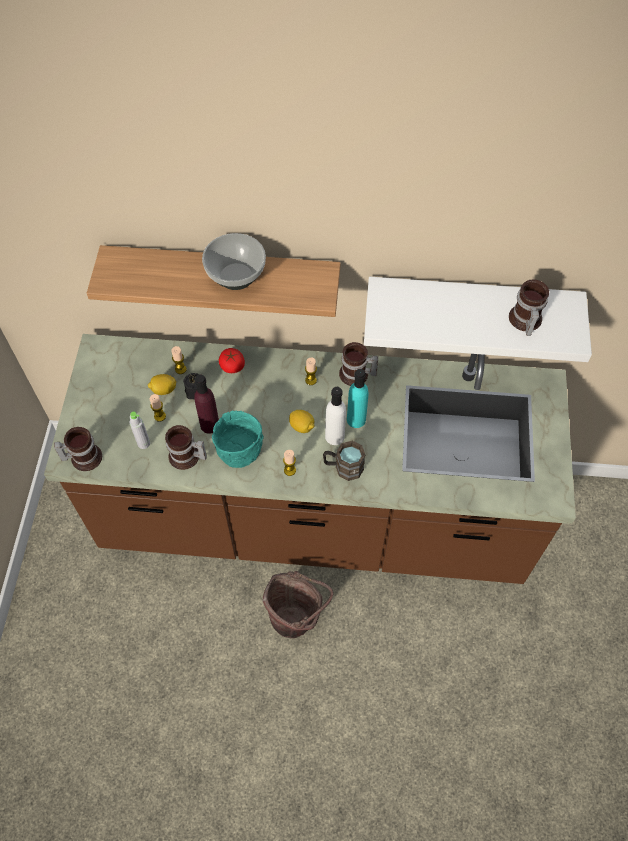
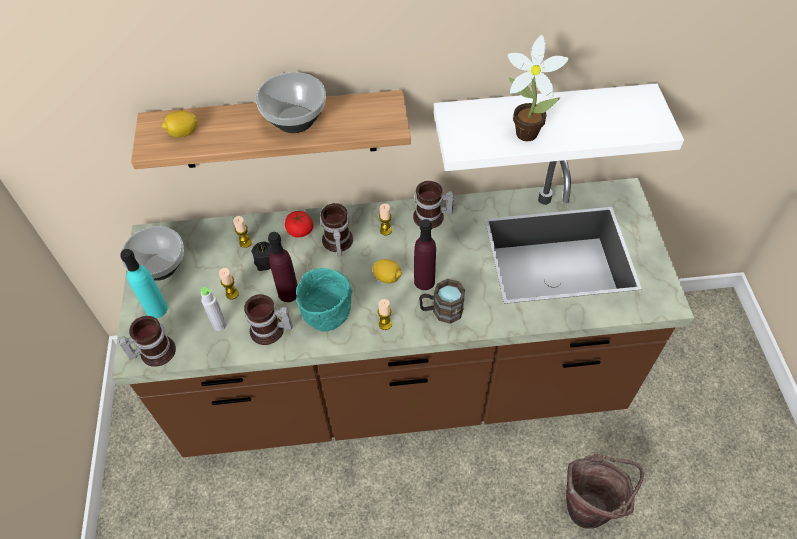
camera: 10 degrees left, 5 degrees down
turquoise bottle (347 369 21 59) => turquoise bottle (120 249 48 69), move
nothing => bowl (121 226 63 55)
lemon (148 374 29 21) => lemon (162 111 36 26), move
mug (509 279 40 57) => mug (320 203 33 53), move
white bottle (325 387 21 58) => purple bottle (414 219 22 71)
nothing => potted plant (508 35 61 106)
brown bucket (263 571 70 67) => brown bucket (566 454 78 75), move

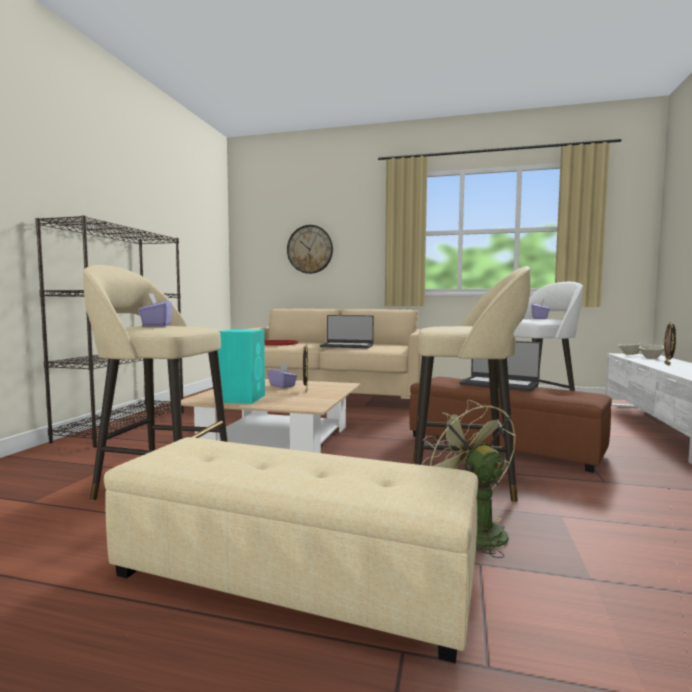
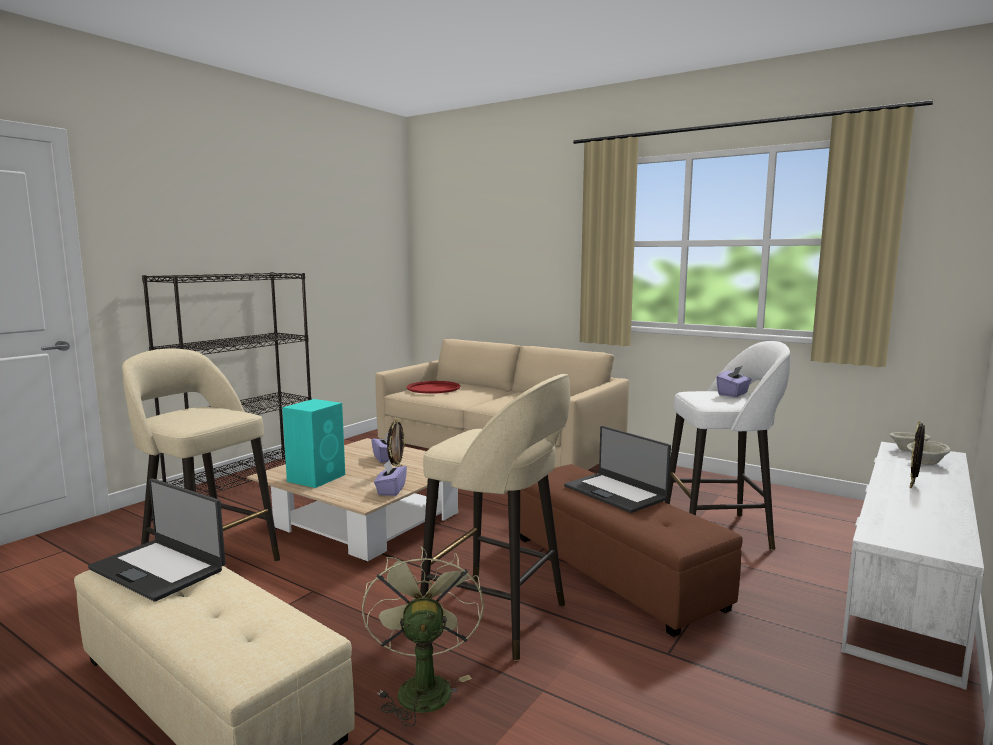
camera: 20 degrees right, 5 degrees up
laptop (320 315 54 33) => laptop (88 478 138 123), move
purple tissue box (138 293 35 34) => purple tissue box (374 459 33 37), move
wall clock (287 225 46 49) => nothing

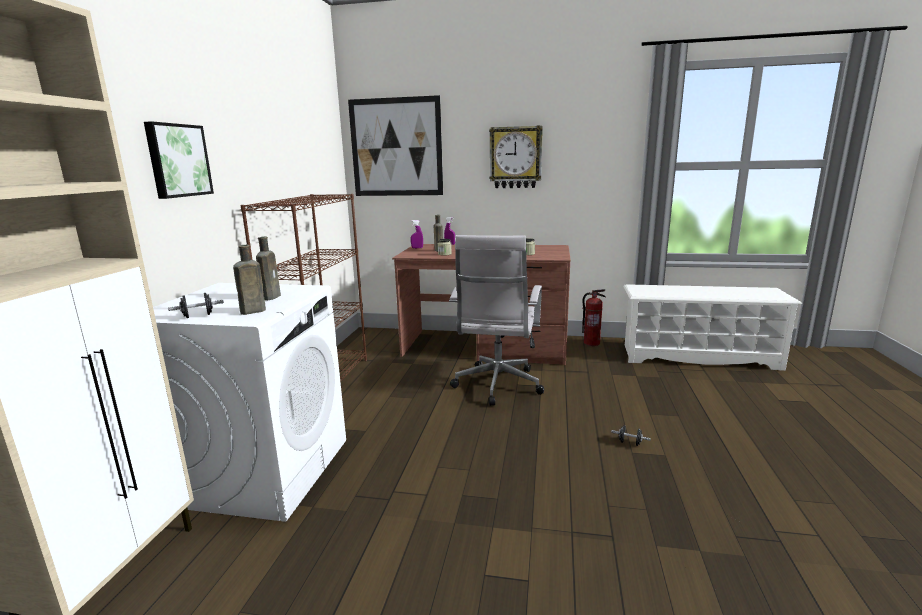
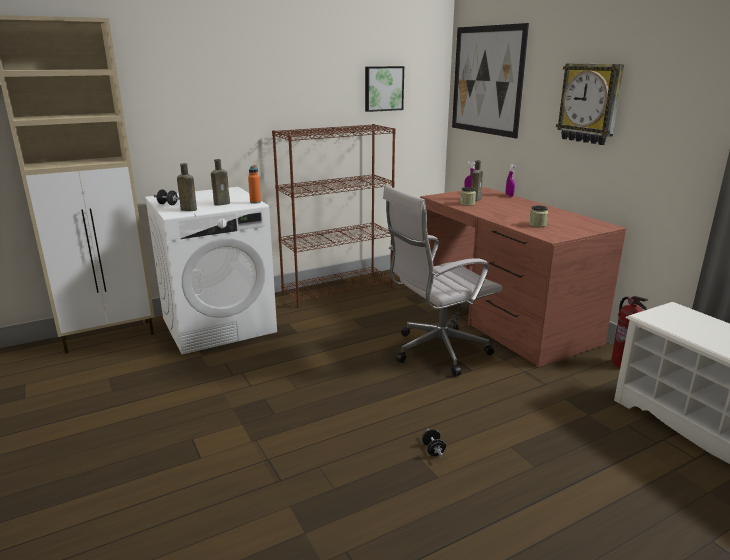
camera: 50 degrees right, 5 degrees up
nothing => orange bottle (248 165 13 39)
picture (144 121 70 78) => picture (365 66 39 46), move

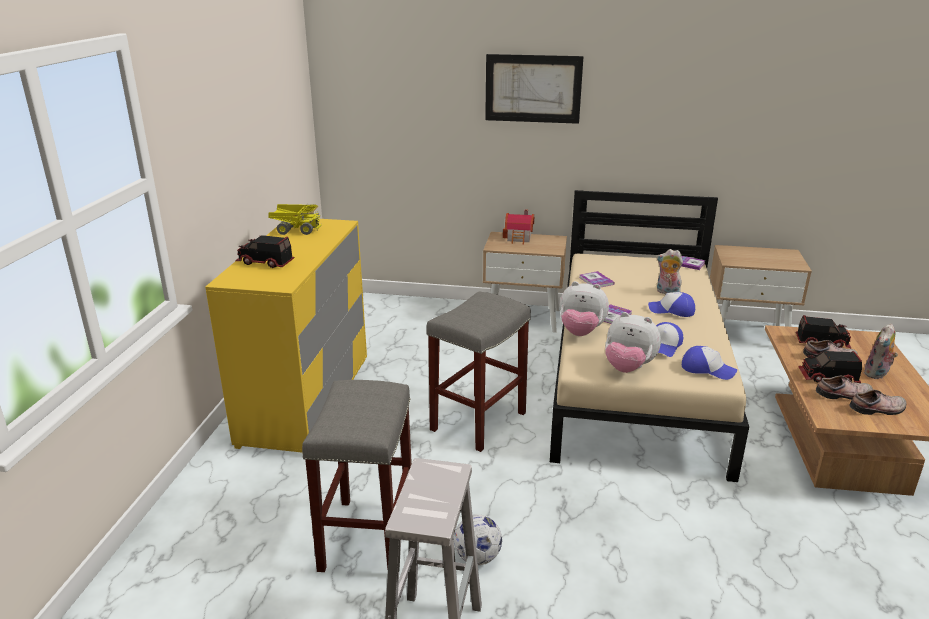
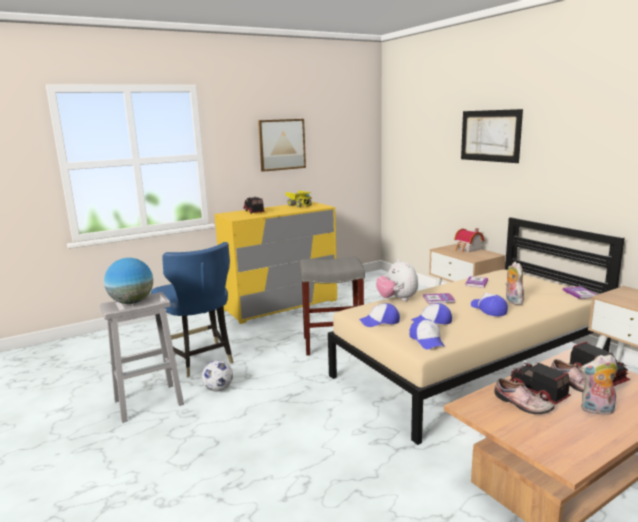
camera: 50 degrees right, 10 degrees down
nothing => globe (104 258 49 46)
grey stool (302 380 110 192) => blue chair (151 242 83 135)
nothing => picture (258 119 48 53)
plush toy (605 312 56 61) => cap (359 303 41 24)
shoe (849 390 57 25) => nothing

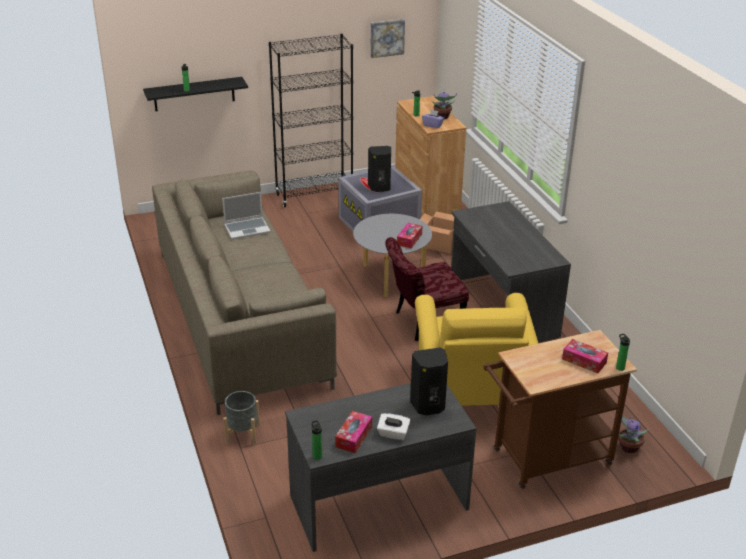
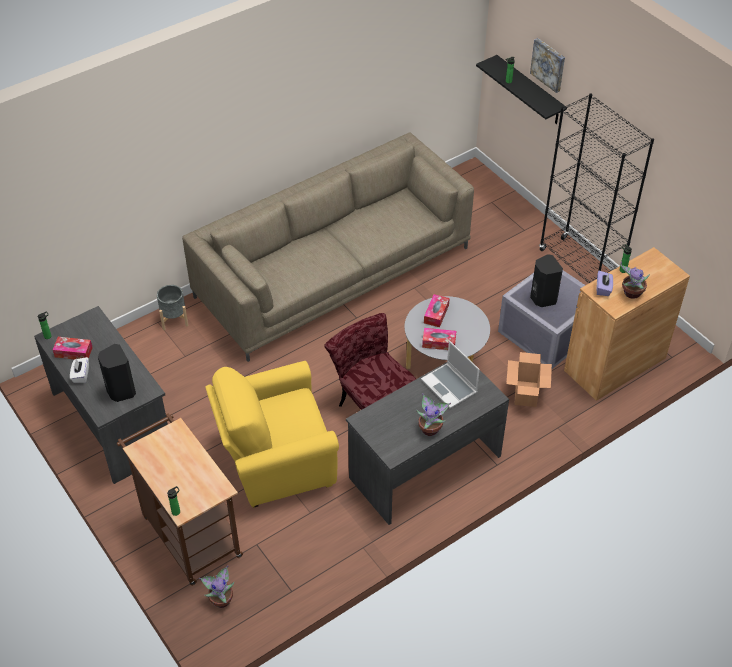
camera: 75 degrees right, 15 degrees up
nothing => potted plant (416 393 35 43)
laptop (222 192 49 48) => laptop (421 341 59 67), move
tissue box (562 339 46 35) => tissue box (424 294 26 33), move
picture (370 19 35 39) => picture (530 38 35 55), move

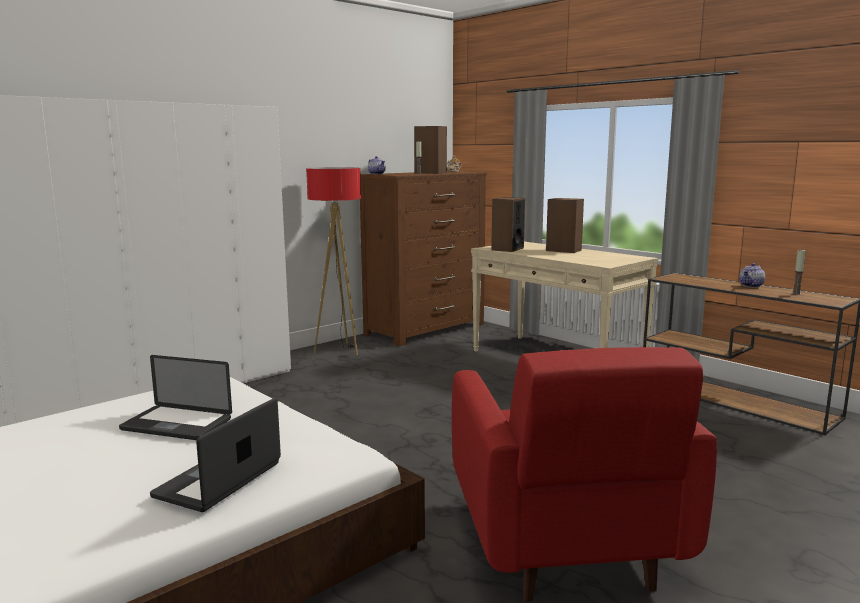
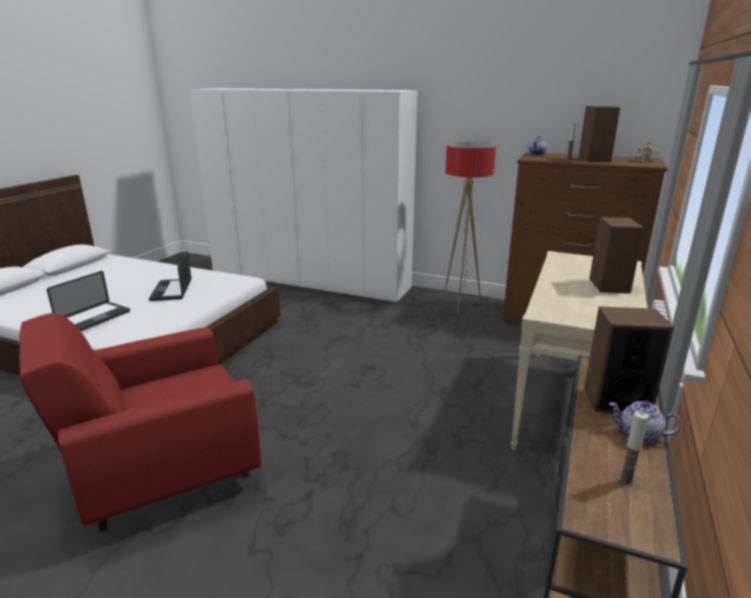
camera: 65 degrees right, 10 degrees up
laptop (150 397 131 115) => laptop (47 271 83 60), 120 degrees clockwise
speaker (491 197 34 55) => speaker (584 306 90 107), move

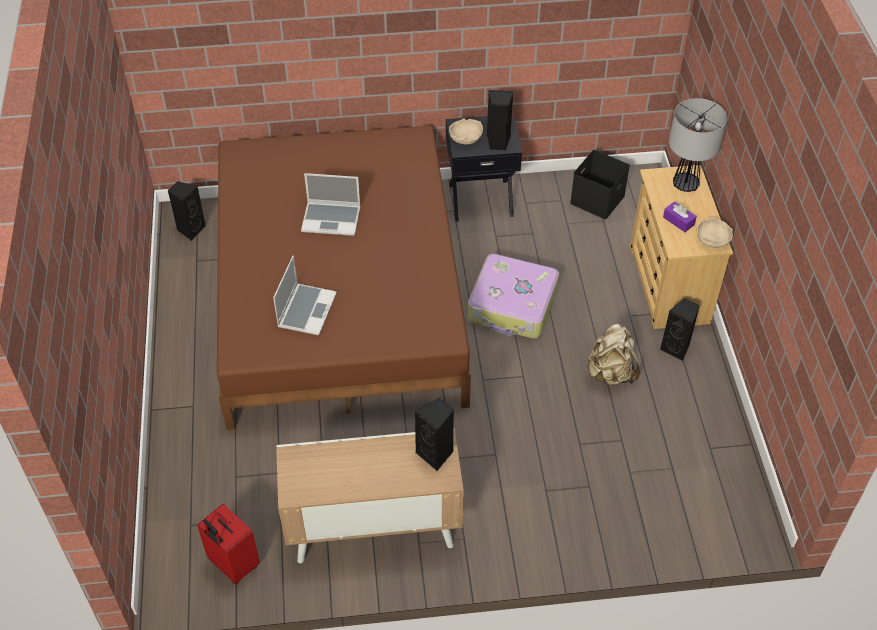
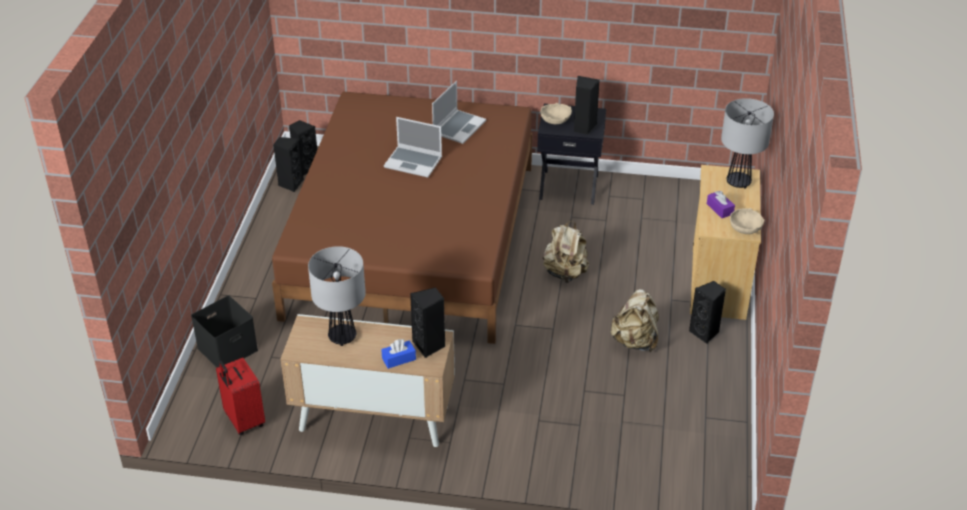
camera: 15 degrees right, 10 degrees down
black storage box (570 150 60 69) => black storage box (191 296 67 71), move
nothing => black speaker (273 137 31 55)
nothing => table lamp (308 246 58 100)
nothing => blue tissue box (381 339 35 30)
laptop (273 255 64 80) => laptop (432 81 54 63), move
suitcase (467 254 92 85) => beige backpack (543 221 46 62)

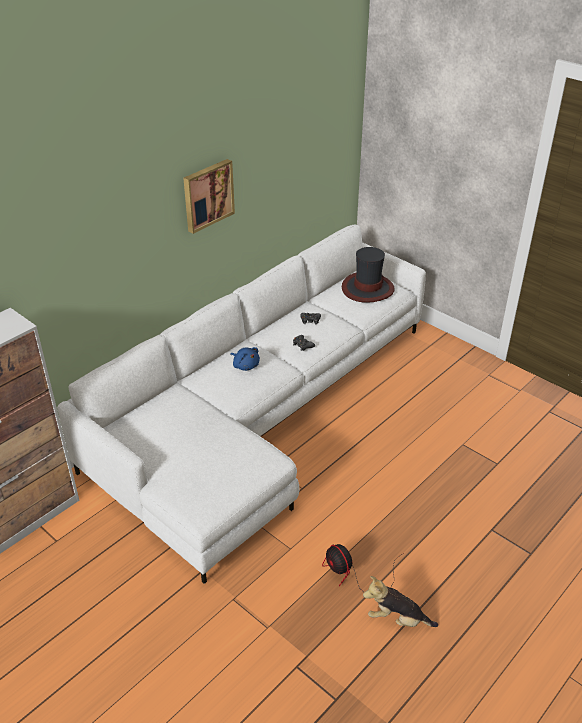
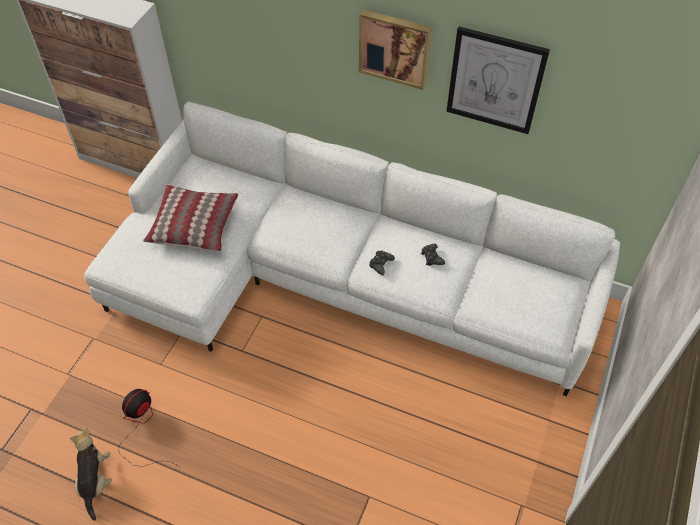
camera: 70 degrees right, 15 degrees up
nothing => pillow (143 185 95 66)
nothing => picture (446 27 104 107)
blue plush toy (230 347 30 24) => nothing
hat (342 247 53 56) => nothing

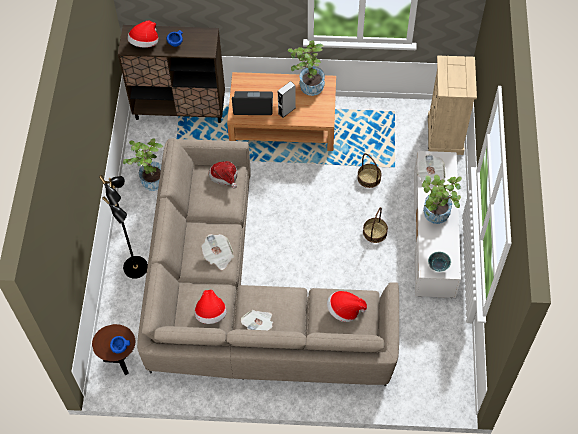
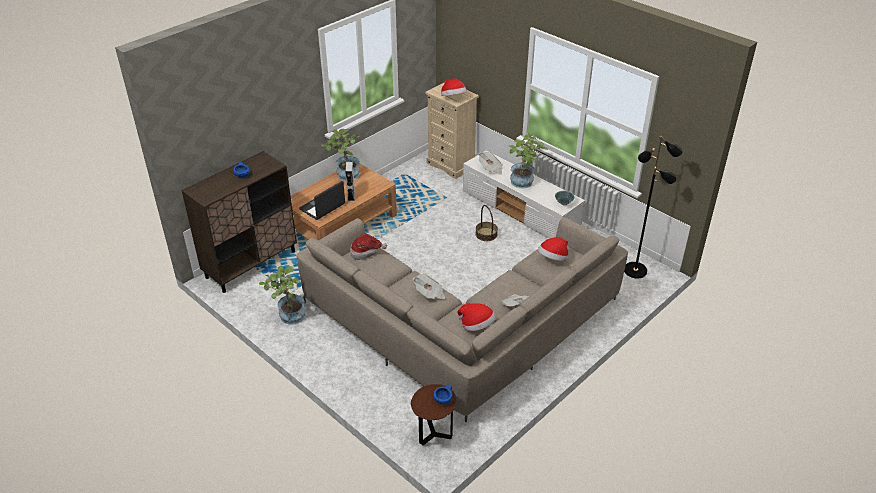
camera: 50 degrees left, 20 degrees down
hat (127 20 31 28) => hat (441 78 26 18), move
black floor lamp (99 175 49 104) => black floor lamp (624 135 59 143), move
basket (357 153 25 35) => nothing

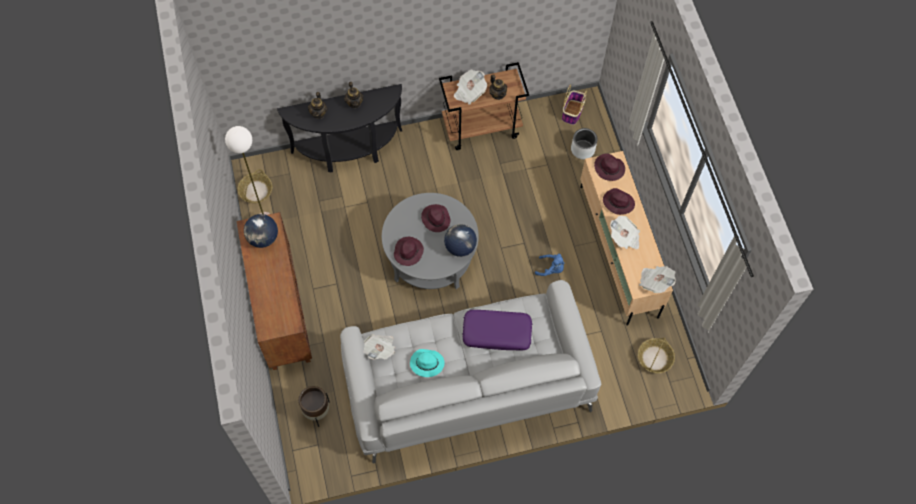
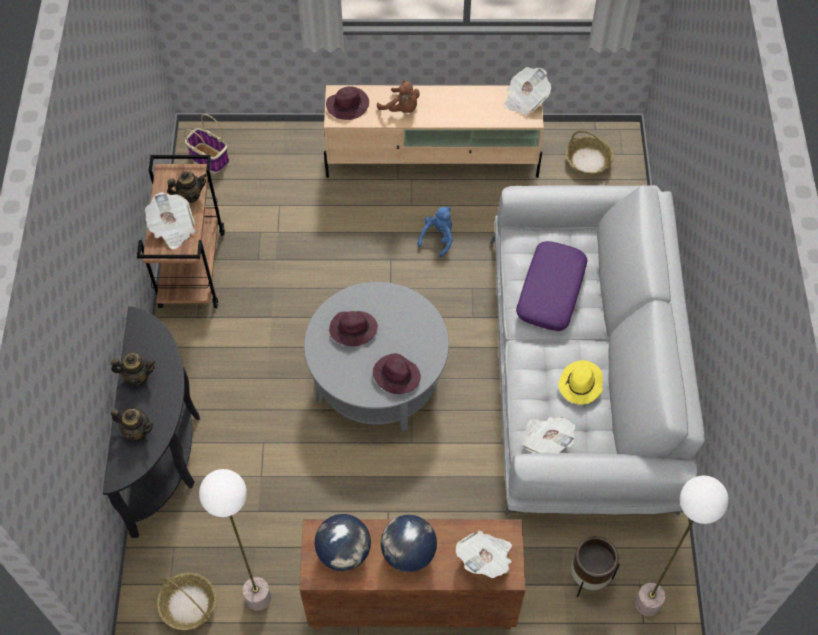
camera: 75 degrees left, 5 degrees down
purple hat (603 188 32 27) => brown plush toy (377 80 43 33)
globe (444 224 33 33) => globe (381 515 56 57), move
newspaper (610 216 30 33) => newspaper (456 531 56 47), move
turquoise hat (410 349 35 28) => yellow hat (558 360 45 45)
nothing => floor lamp (635 476 94 140)
grey planter (571 128 26 31) => nothing

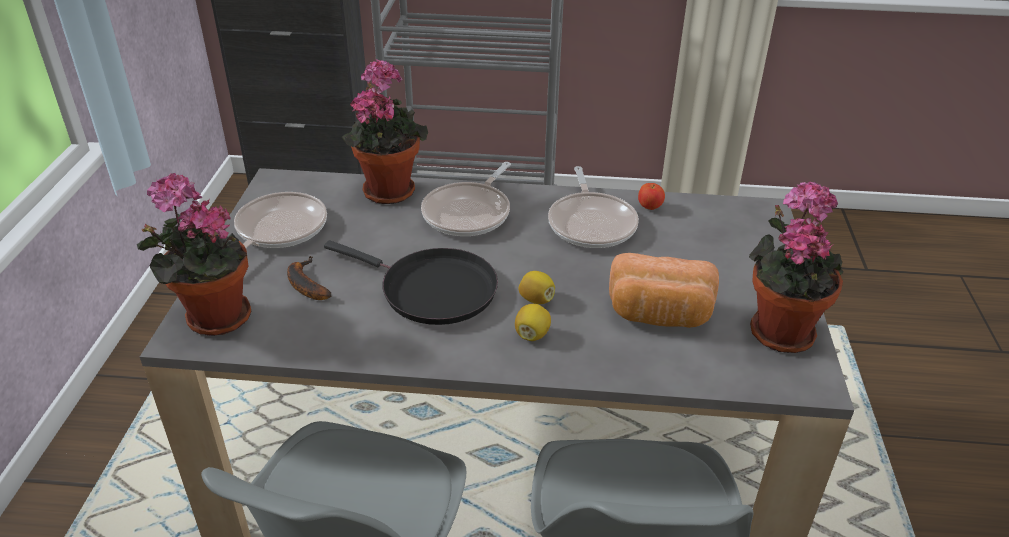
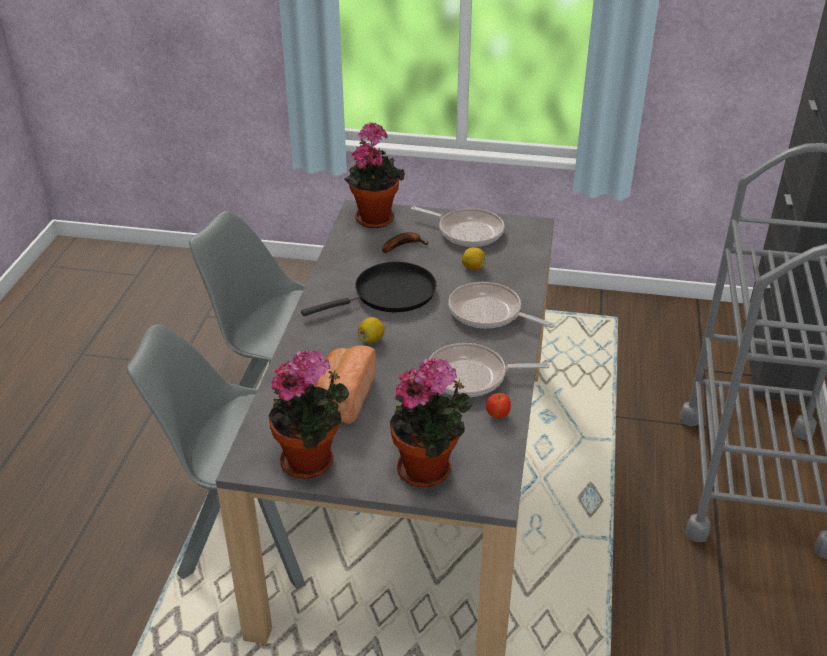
camera: 95 degrees right, 0 degrees up
black frying pan (324 240 174 85) => black frying pan (301 262 136 54), 150 degrees counterclockwise
potted plant (341 59 87 145) => potted plant (390 357 83 131), move
lemon (515 304 36 37) => lemon (462 247 24 23), move

